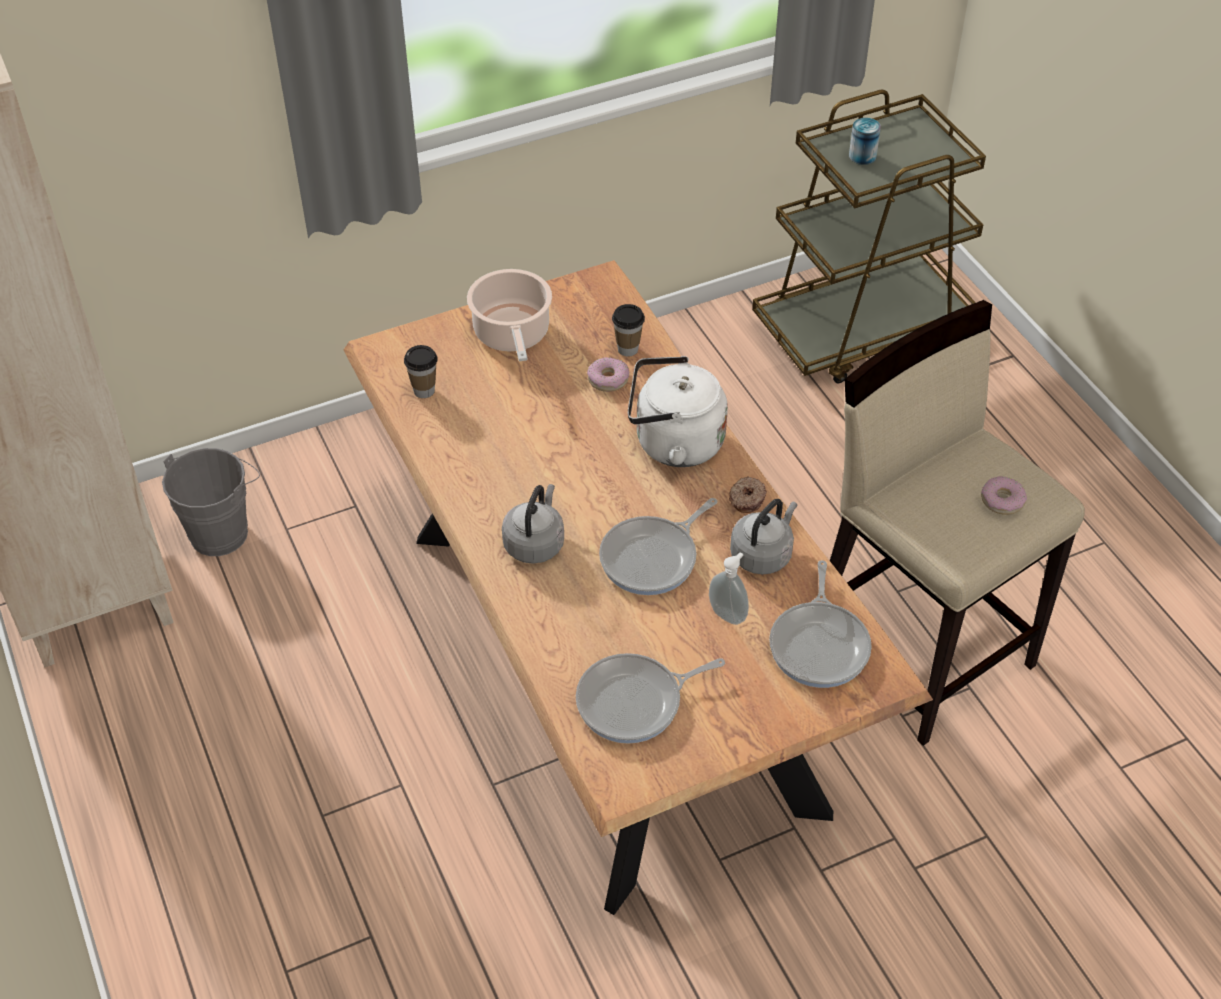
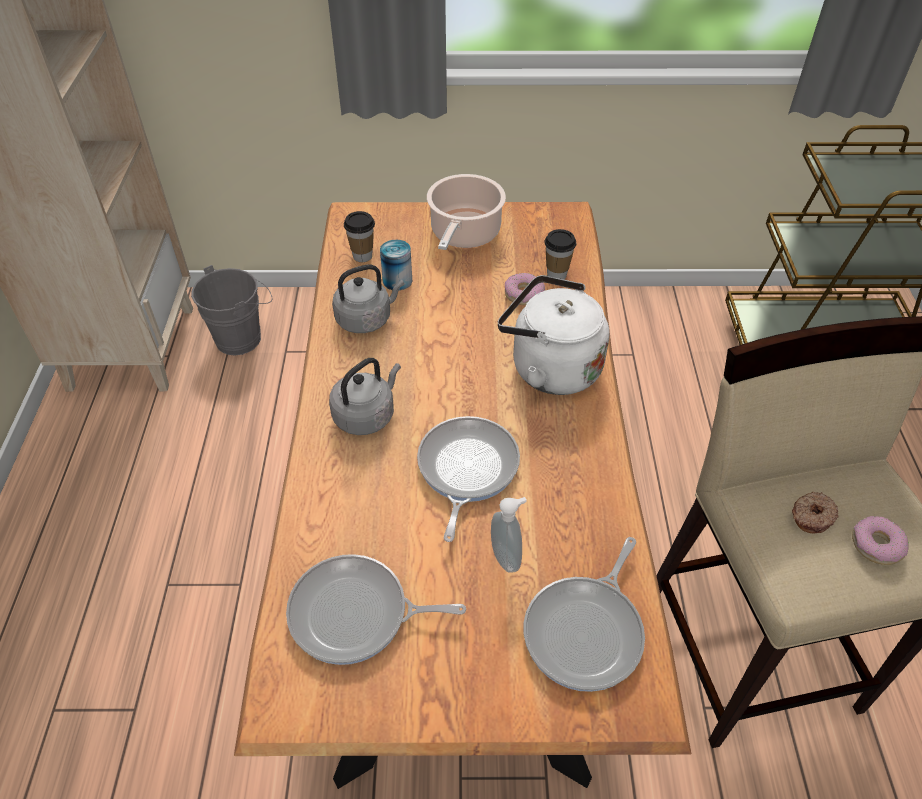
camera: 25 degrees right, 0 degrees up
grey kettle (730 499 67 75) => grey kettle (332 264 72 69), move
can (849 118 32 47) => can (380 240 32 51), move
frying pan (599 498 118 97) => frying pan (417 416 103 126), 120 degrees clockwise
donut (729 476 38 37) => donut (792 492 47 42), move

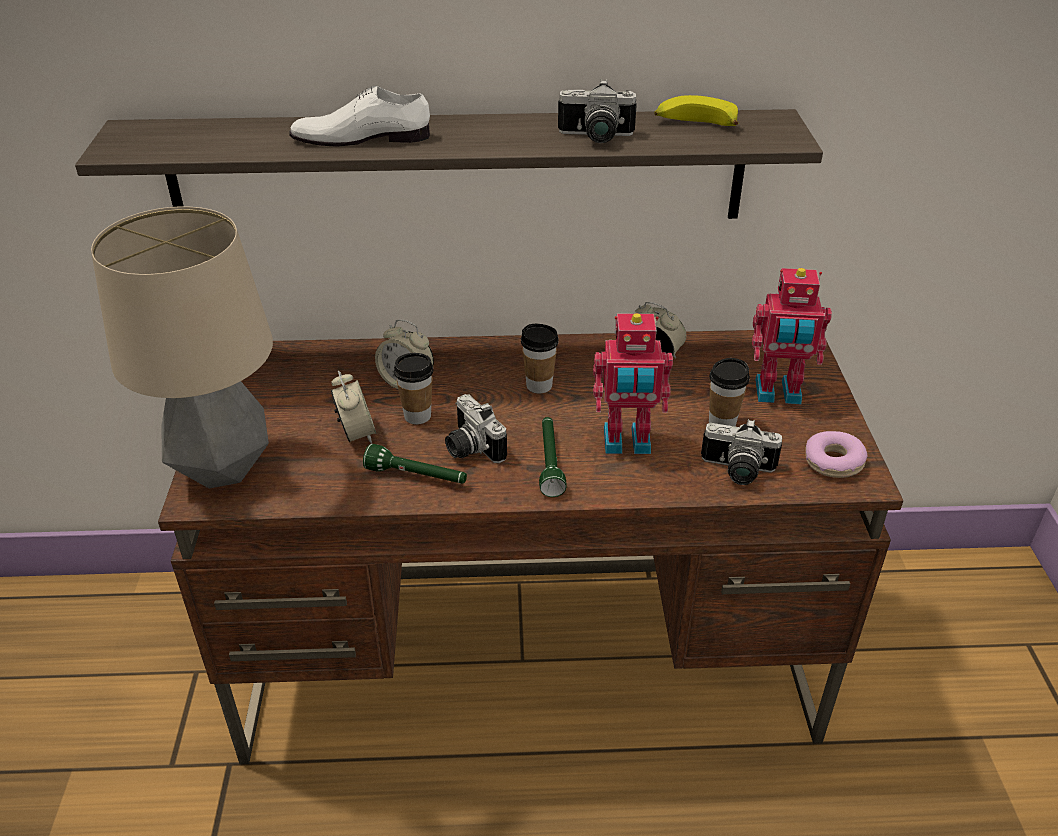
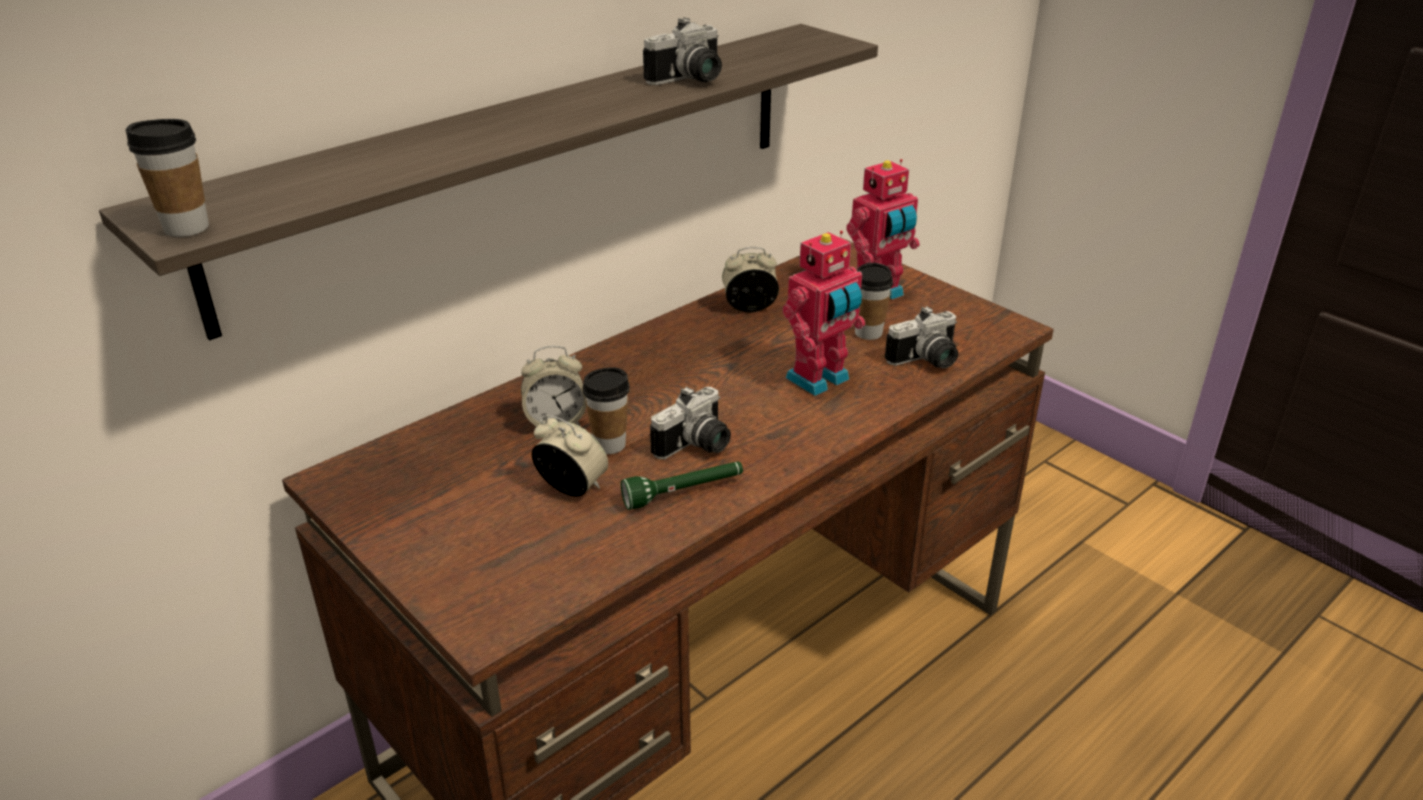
camera: 40 degrees left, 5 degrees down
cup (521 324 38 69) => cup (126 119 83 118), move
photo camera (445 394 62 69) => photo camera (650 387 81 72), 60 degrees counterclockwise
table lamp (91 206 182 282) => nothing
white shoe (289 86 141 61) => nothing
green flashlight (539 417 28 80) => nothing
banana (655 95 83 31) => nothing
donut (805 431 62 47) => nothing

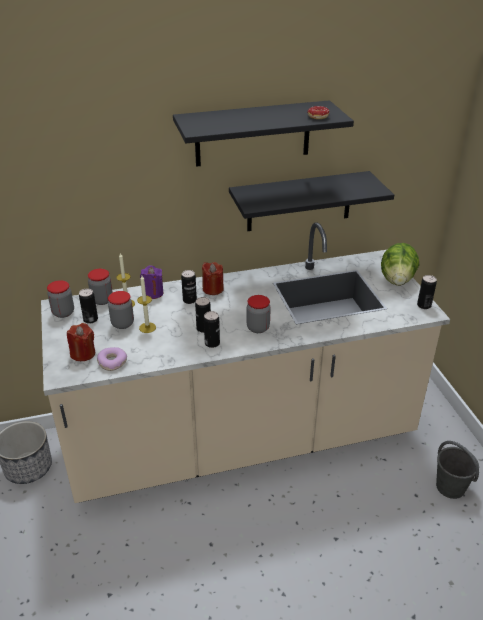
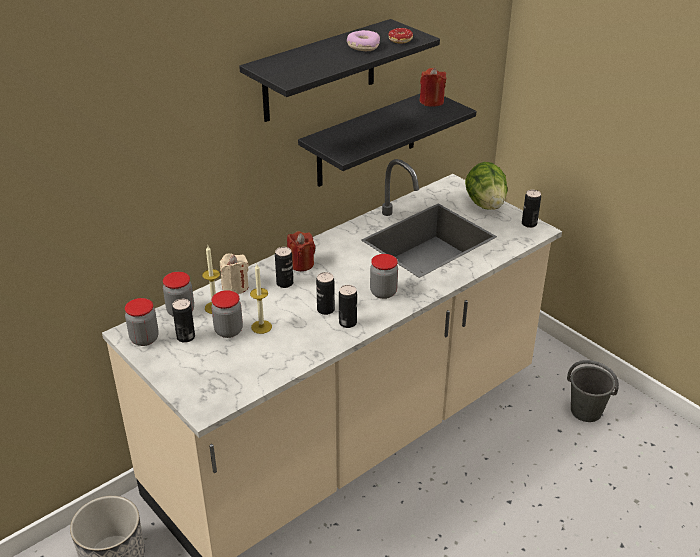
camera: 25 degrees left, 0 degrees up
purple candle (140 265 24 34) => beige candle (220 253 29 41)
donut (97 347 30 24) => donut (347 30 33 21), move
red candle (67 323 28 38) => red candle (420 68 26 39), move

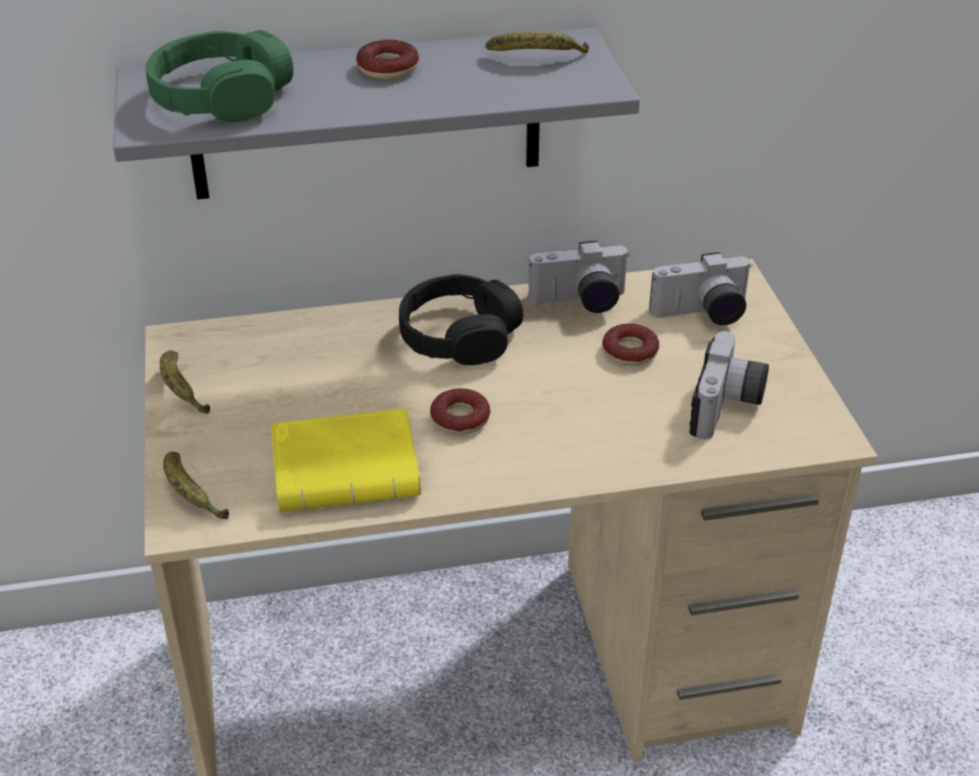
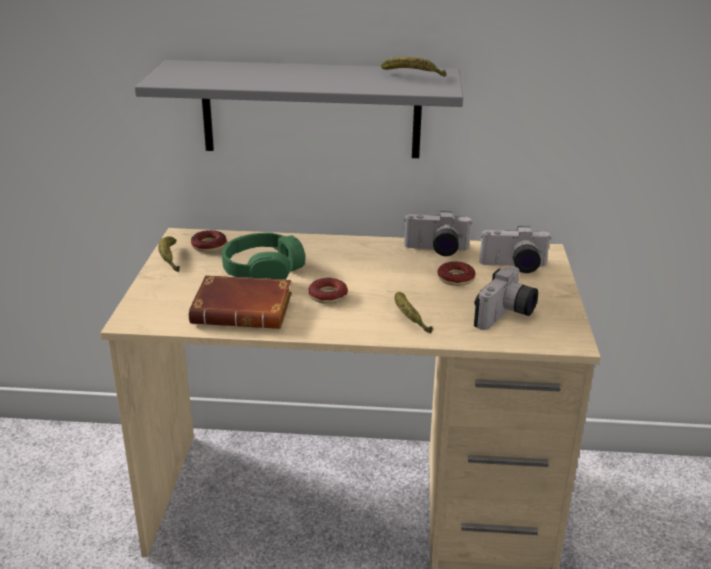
camera: 15 degrees right, 10 degrees down
yellow book (271 408 150 104) => brown book (189 275 102 54)
donut (356 40 63 39) => donut (191 230 36 22), move
green headphones (146 30 148 92) => green headphones (222 233 83 47), move
banana (163 452 66 67) => banana (394 292 39 41), move
black headphones (399 274 124 91) => nothing

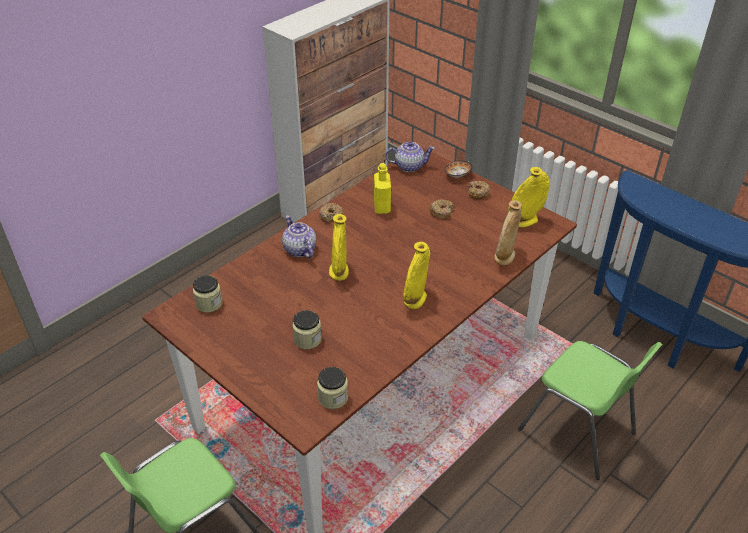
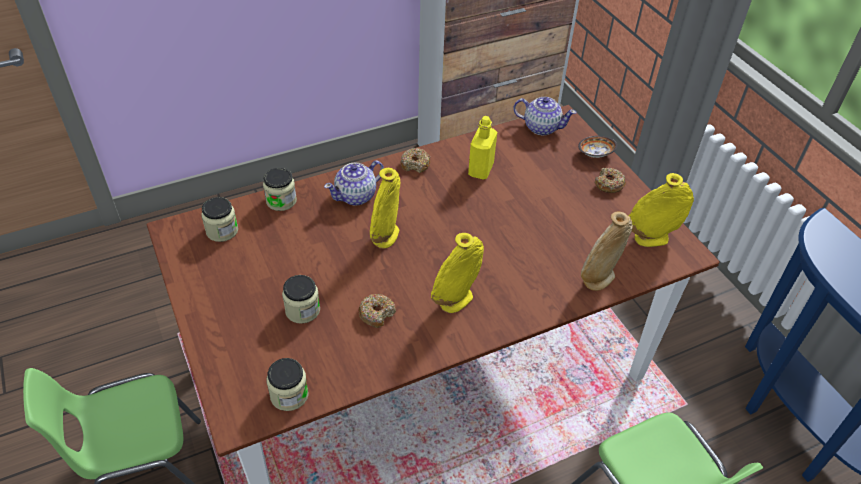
camera: 20 degrees right, 5 degrees up
nothing => jar (263 168 34 43)
teapot (282 215 34 43) => teapot (324 160 60 46), 120 degrees counterclockwise
donut (429 199 25 20) => donut (358 294 38 34), move

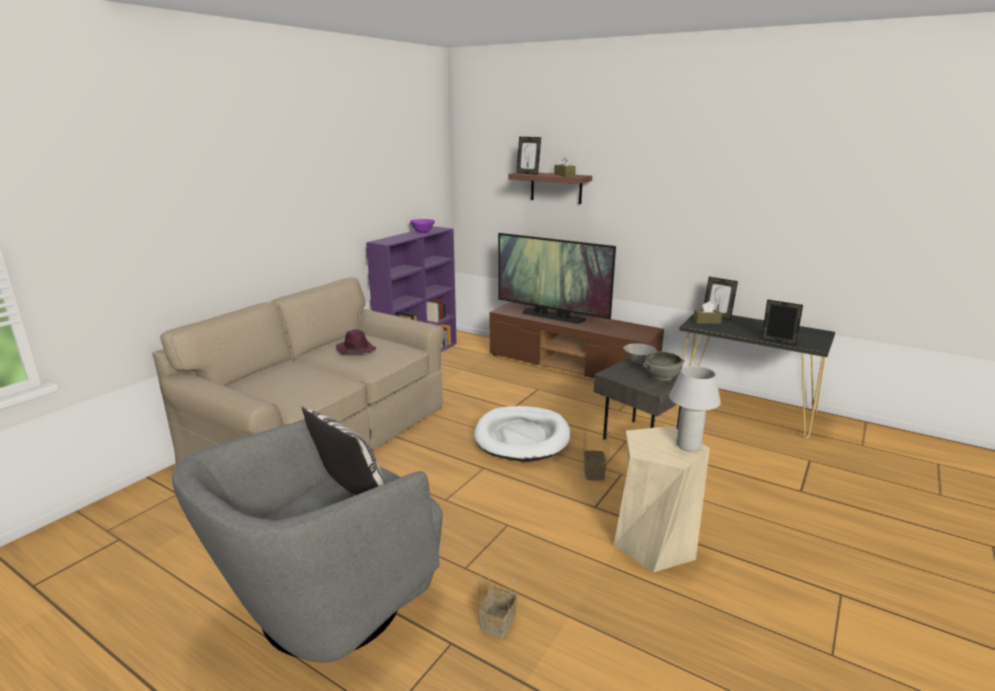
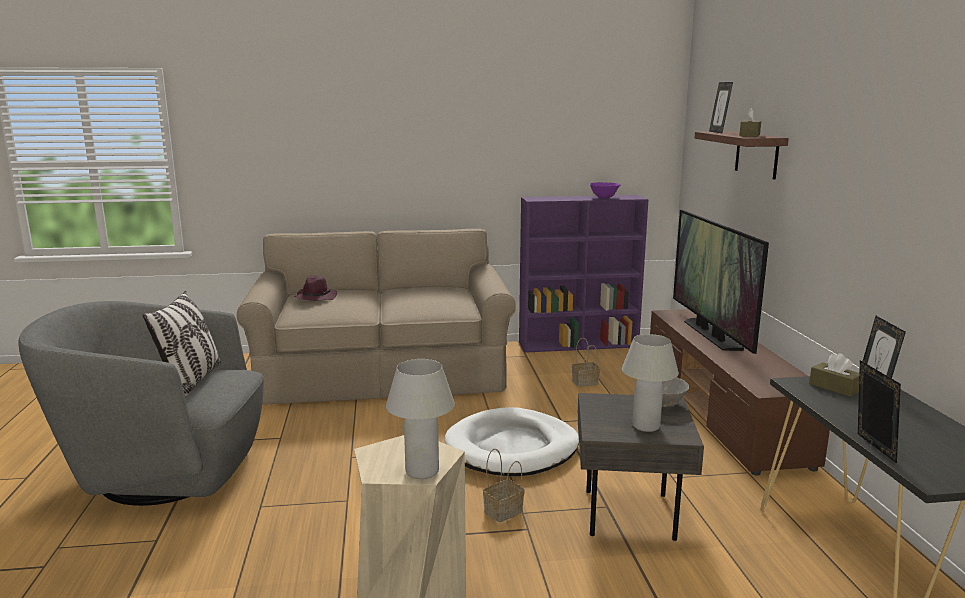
camera: 50 degrees right, 5 degrees down
purple hat (336 329 40 25) => purple hat (295 275 42 26), move
basket (479 564 39 74) => basket (572 338 28 49), move
grey bowl (643 352 41 29) => white table lamp (622 334 57 98)

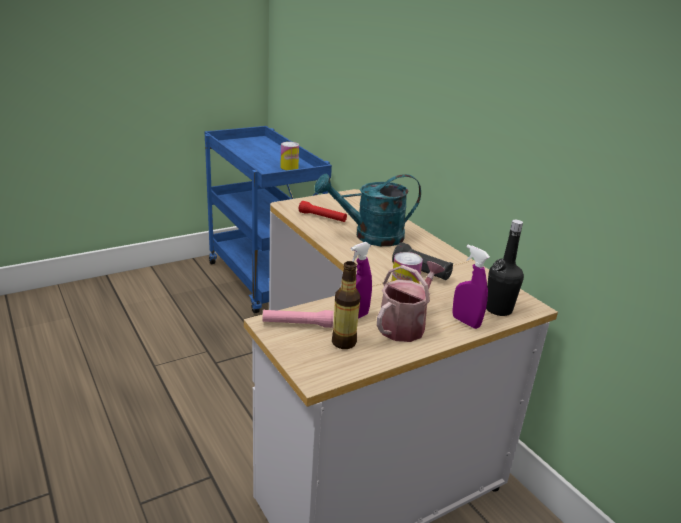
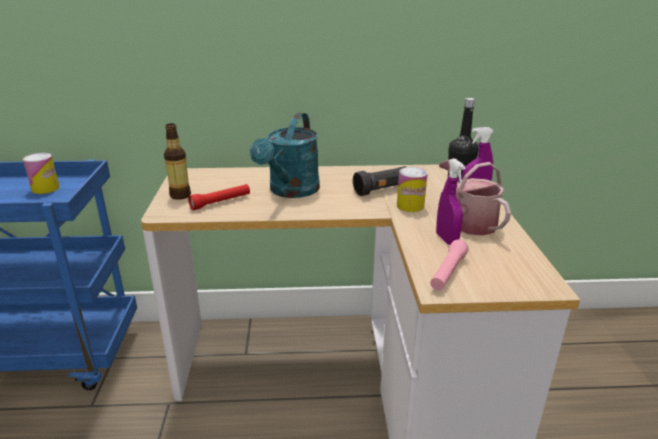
camera: 60 degrees left, 0 degrees up
bottle (332 261 29 88) => bottle (164 123 27 77), move

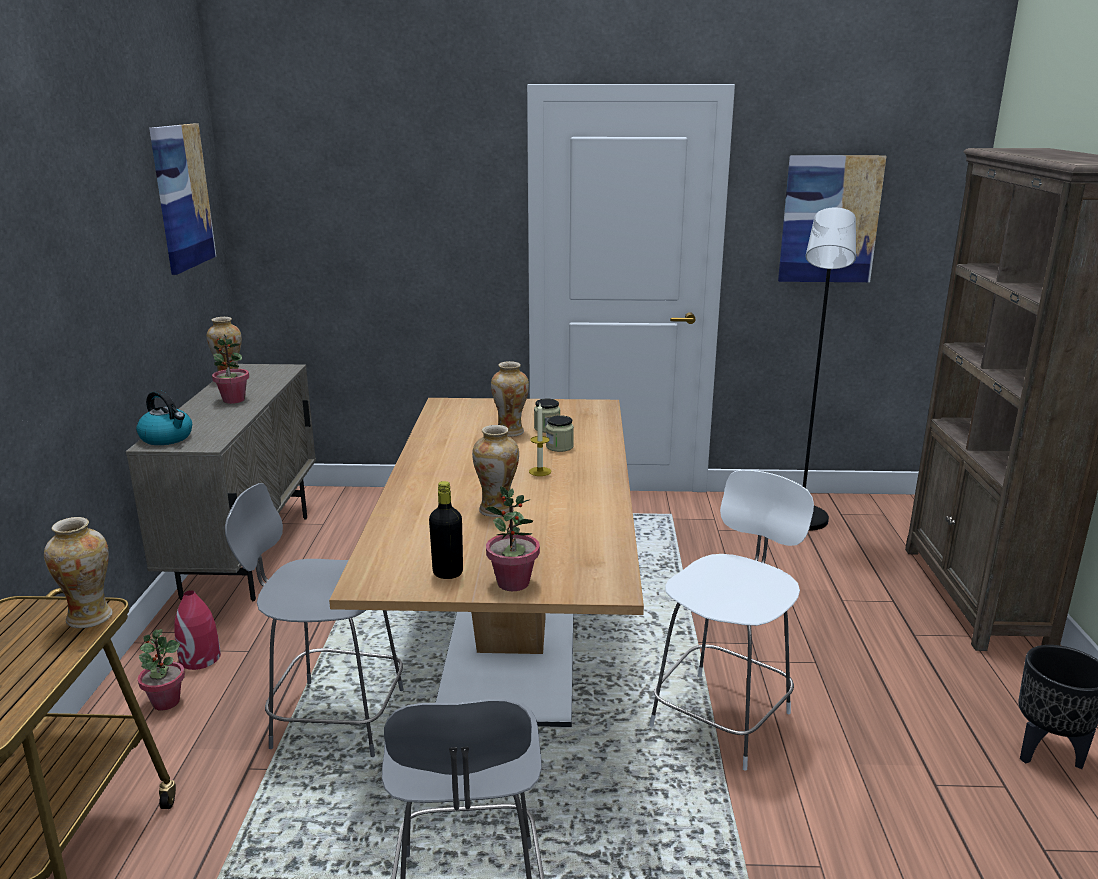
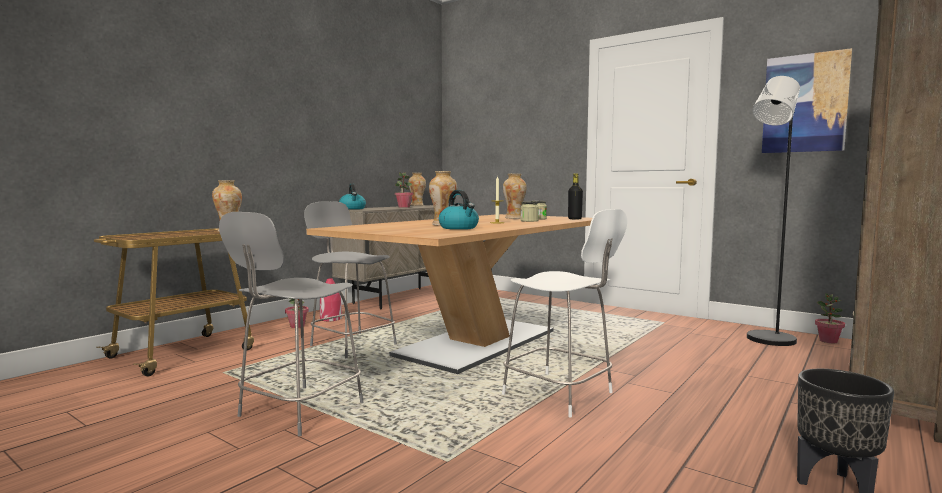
camera: 35 degrees right, 15 degrees down
nothing => kettle (439 190 40 39)
white chair (650 470 164 301) => white chair (502 209 125 209), 60 degrees clockwise
black bottle (429 481 34 98) => black bottle (568 173 15 46), move
potted plant (485 486 55 105) => potted plant (815 293 30 50), move
picture (149 123 67 152) => nothing

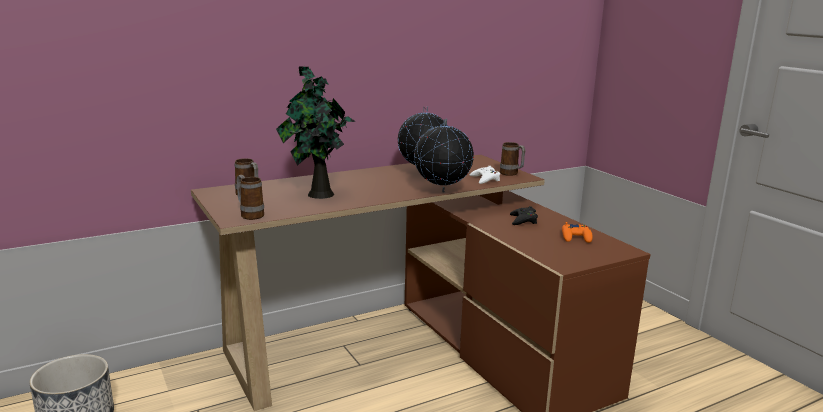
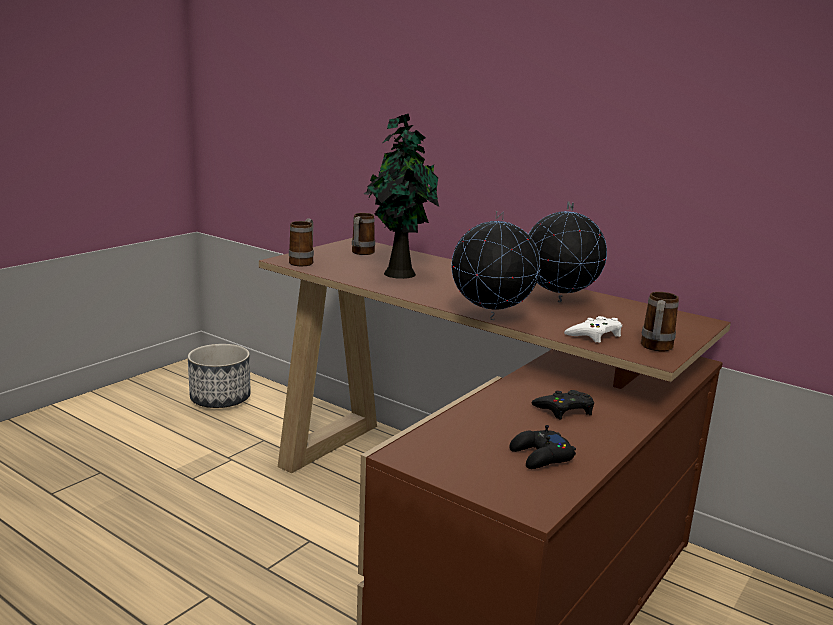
camera: 65 degrees right, 0 degrees up
orange game controller (562 222 31 21) => black game controller (509 425 67 44)

